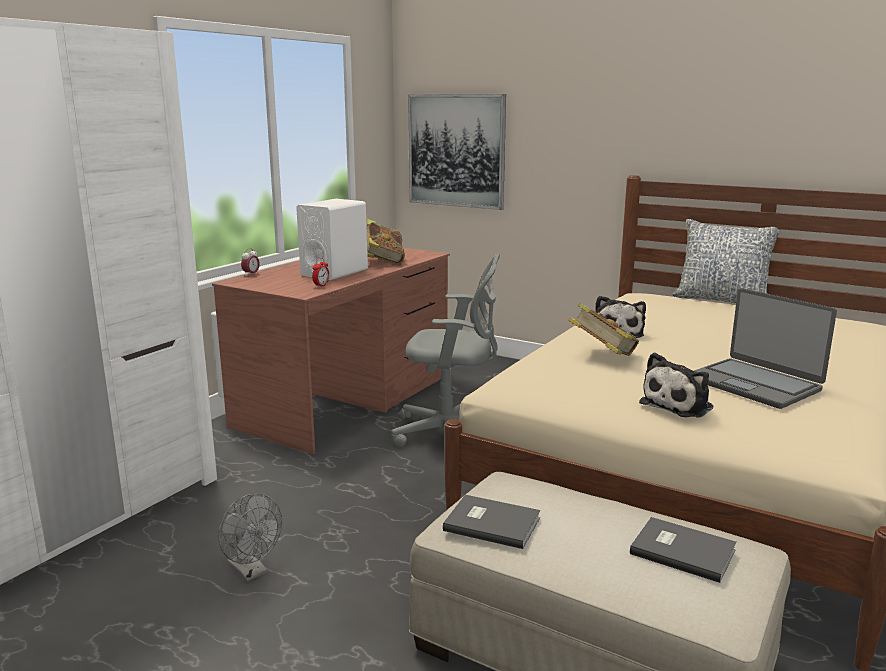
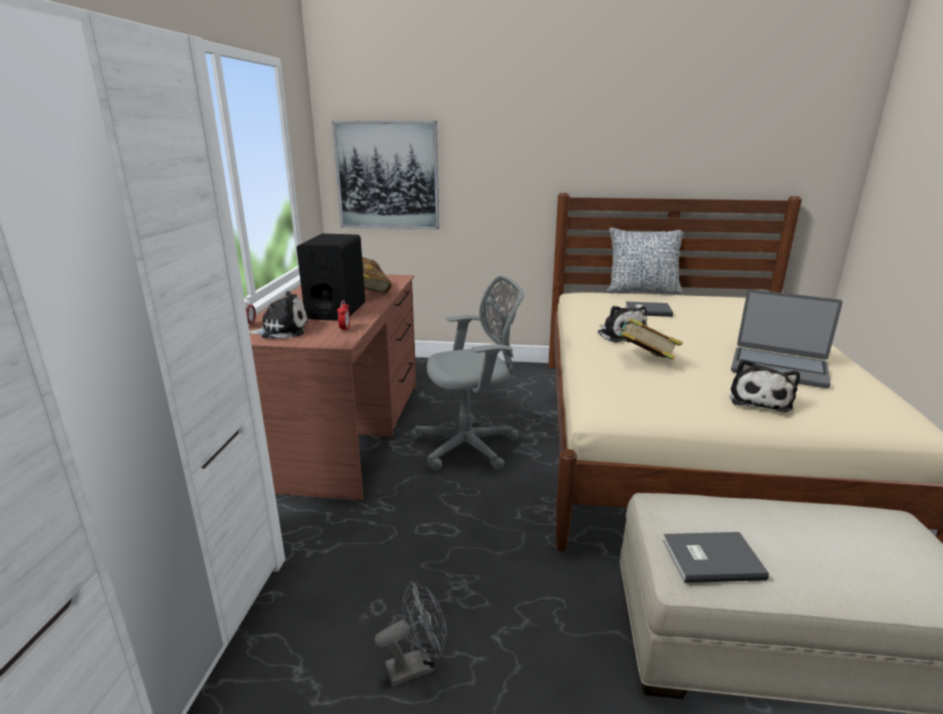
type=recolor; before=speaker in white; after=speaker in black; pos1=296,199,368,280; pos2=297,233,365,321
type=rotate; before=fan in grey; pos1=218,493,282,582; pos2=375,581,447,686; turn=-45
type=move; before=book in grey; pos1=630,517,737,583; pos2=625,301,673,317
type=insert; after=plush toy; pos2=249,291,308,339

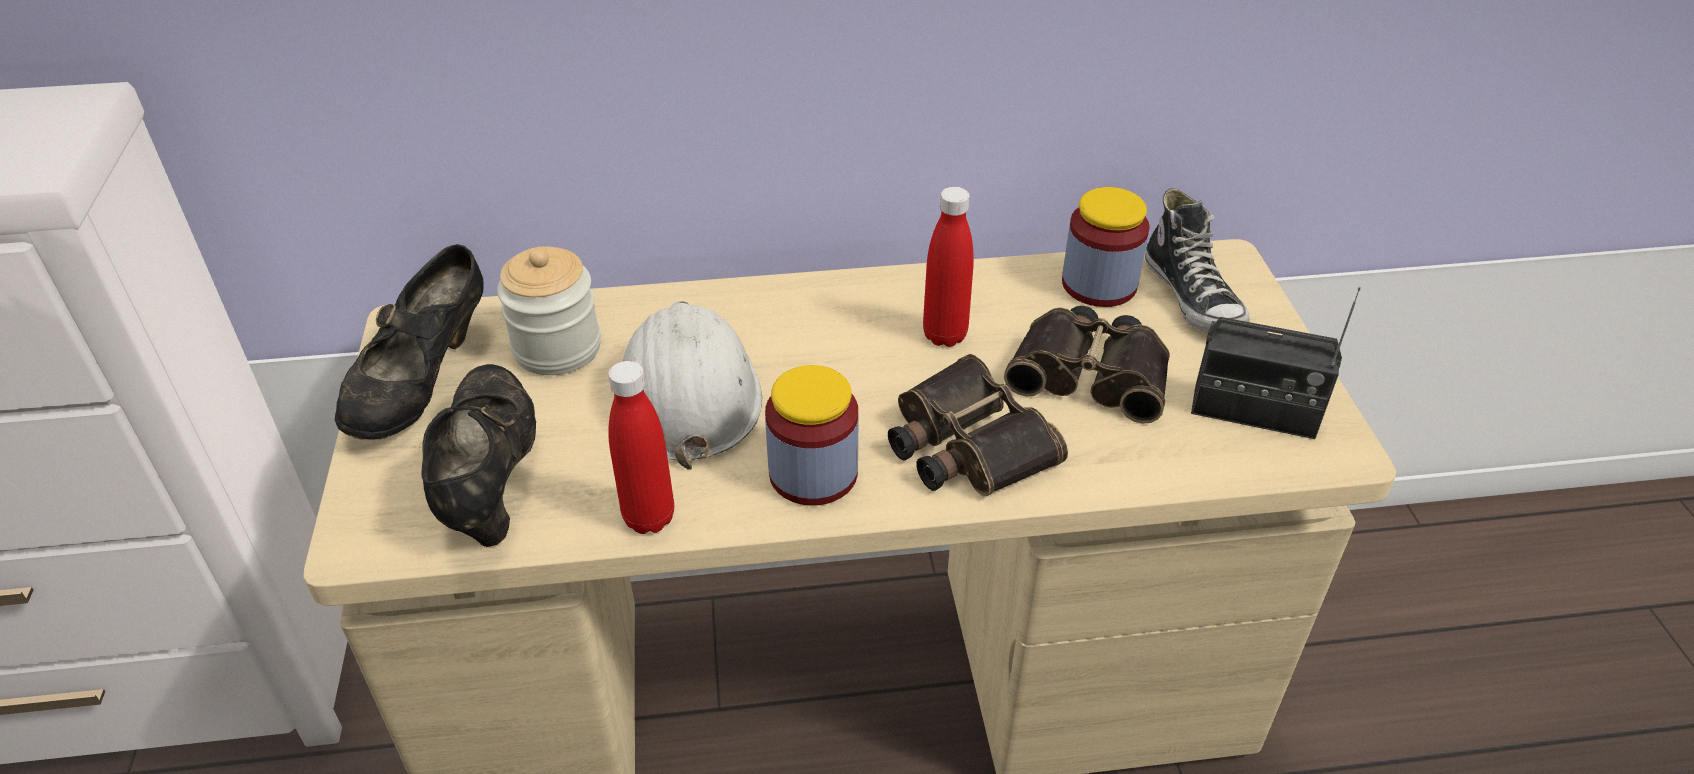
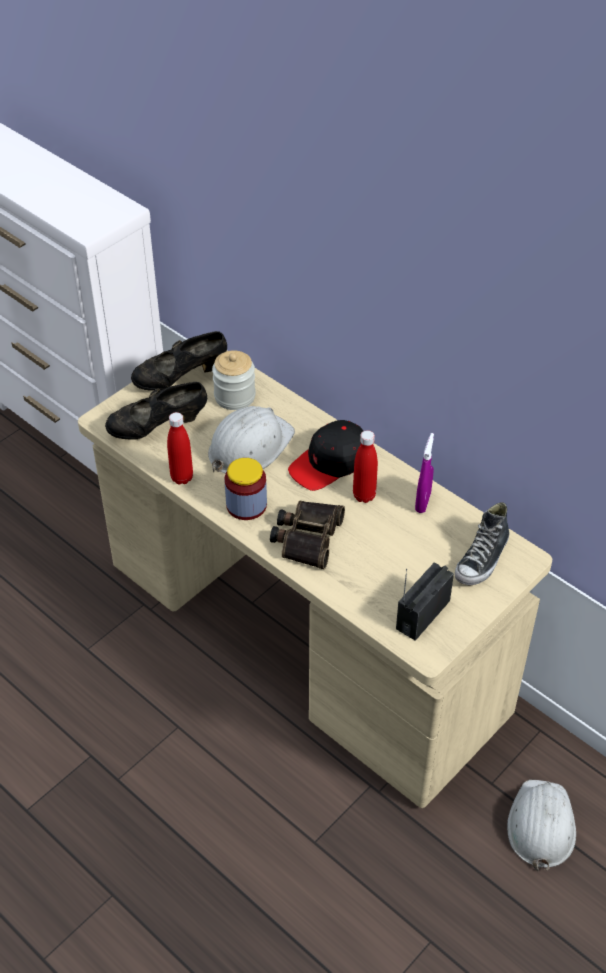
type=delete; before=jar; pos1=1062,187,1150,307
type=rotate; before=radio; pos1=1191,287,1361,439; pos2=396,562,454,641; turn=60
type=delete; before=binoculars; pos1=1004,306,1170,424
type=rotate; before=shoe in black; pos1=421,364,536,547; pos2=105,382,207,440; turn=-150
type=insert; after=cap in black; pos2=288,420,363,491
type=insert; after=spray bottle in purple; pos2=415,433,434,513
type=insert; after=hard hat in white; pos2=507,780,576,871

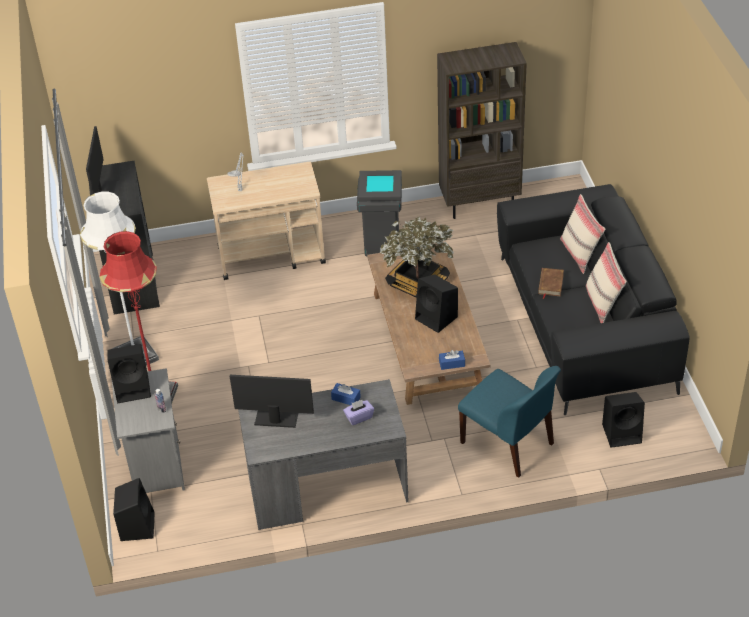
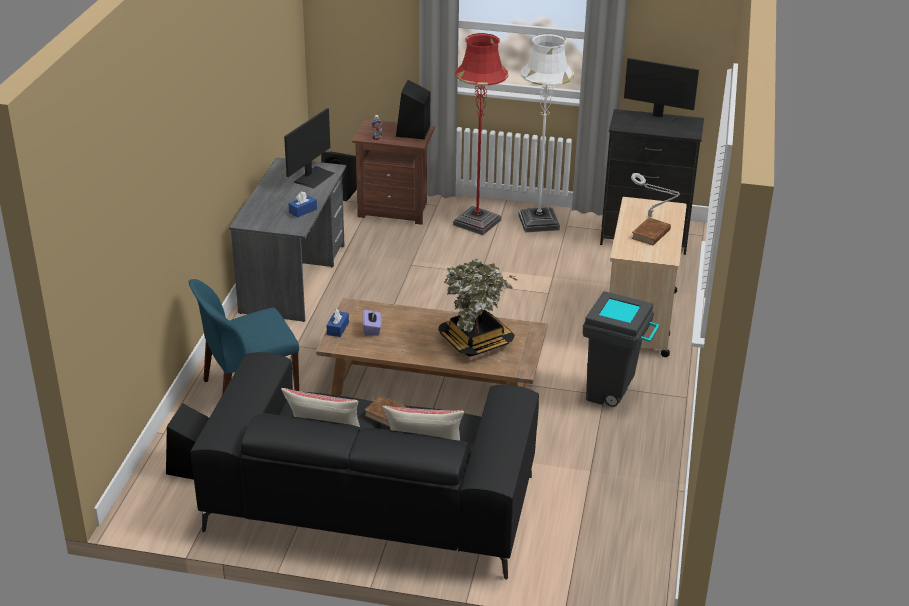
type=delete; before=bookcase in brown; pos1=437,42,527,219
type=delete; before=speaker in black; pos1=415,274,458,333
type=recolor; before=nightstand in grey; after=nightstand in brown; pos1=112,368,185,493; pos2=352,119,435,225
type=move; before=tissue box in purple; pos1=343,399,374,425; pos2=363,309,381,336
type=insert; after=book in brown; pos2=631,217,671,245

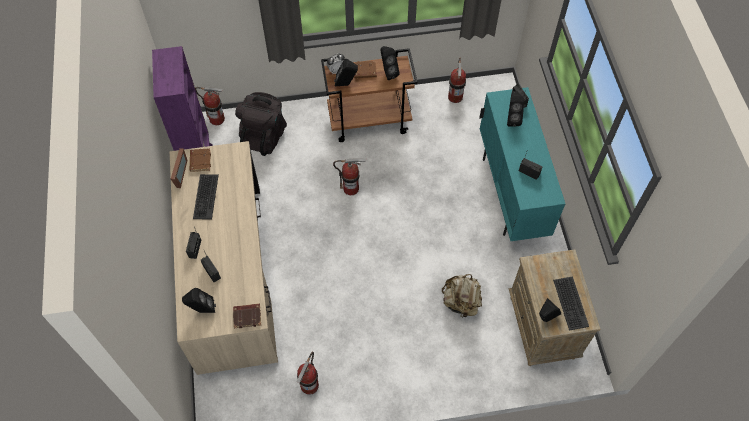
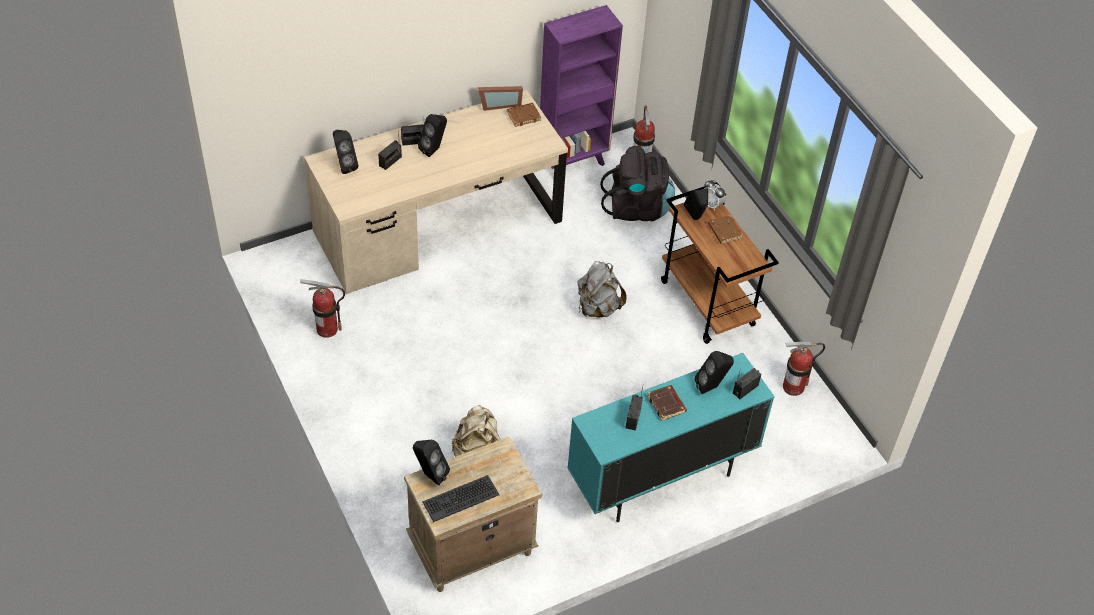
type=move; before=speaker in black; pos1=380,46,400,80; pos2=418,114,447,157
type=replace; before=fire extinguisher; after=backpack in grey; pos1=333,158,366,195; pos2=578,261,627,318
type=delete; before=keyboard; pos1=193,174,219,219
type=move; before=book in brown; pos1=233,304,261,328; pos2=647,385,687,421

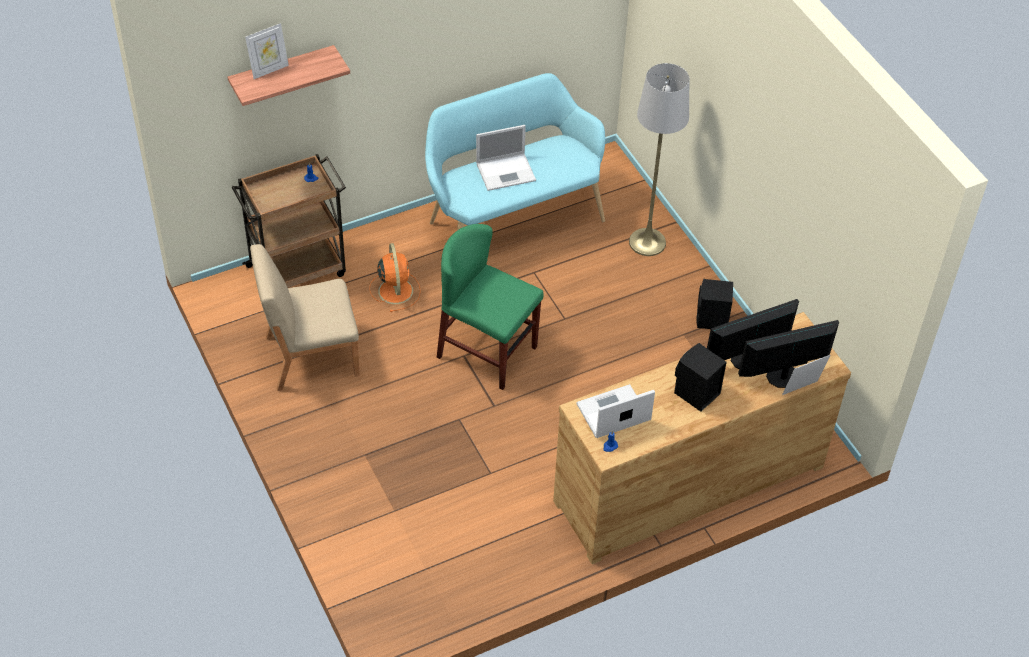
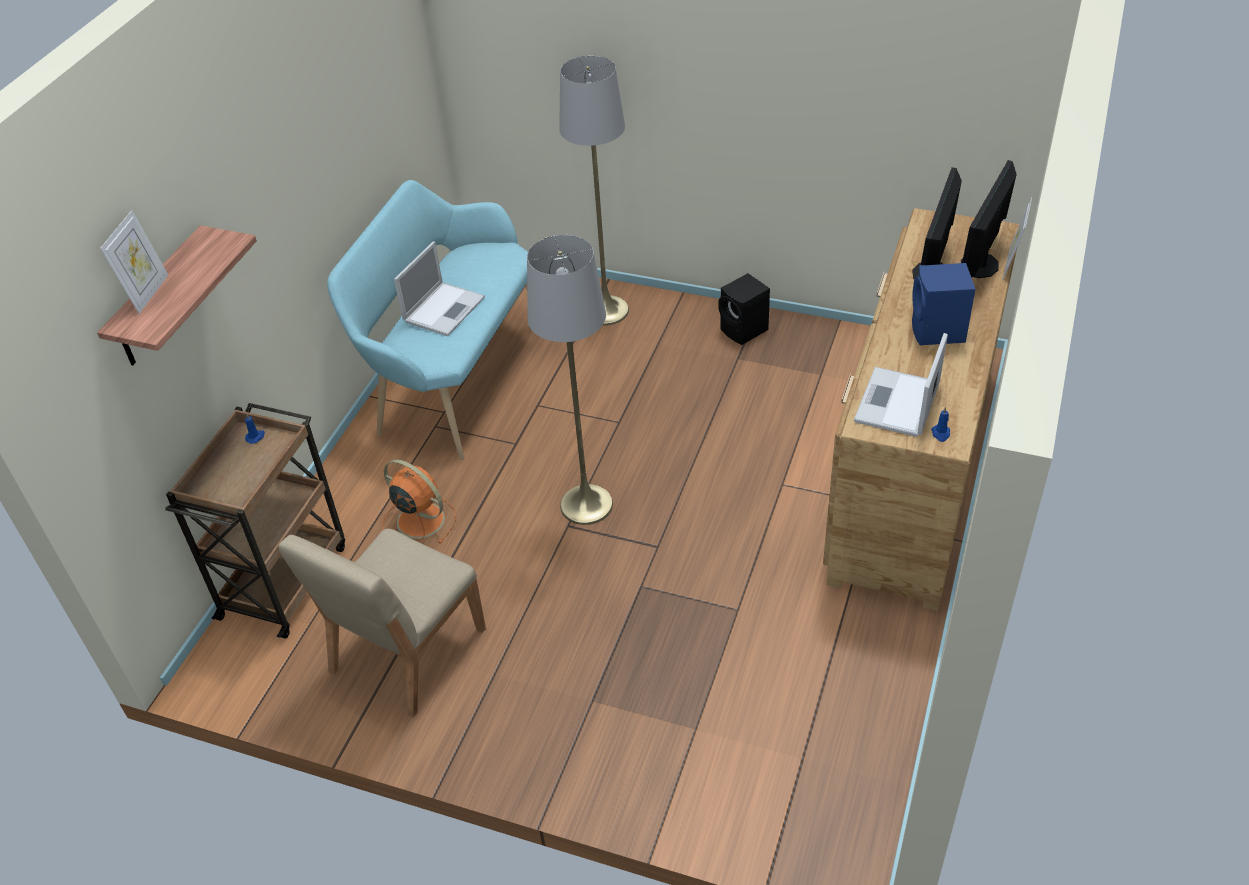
type=replace; before=chair in green; after=floor lamp in grey; pos1=437,224,543,390; pos2=527,235,613,525
type=recolor; before=speaker in black; after=speaker in blue; pos1=674,343,727,412; pos2=912,263,975,345

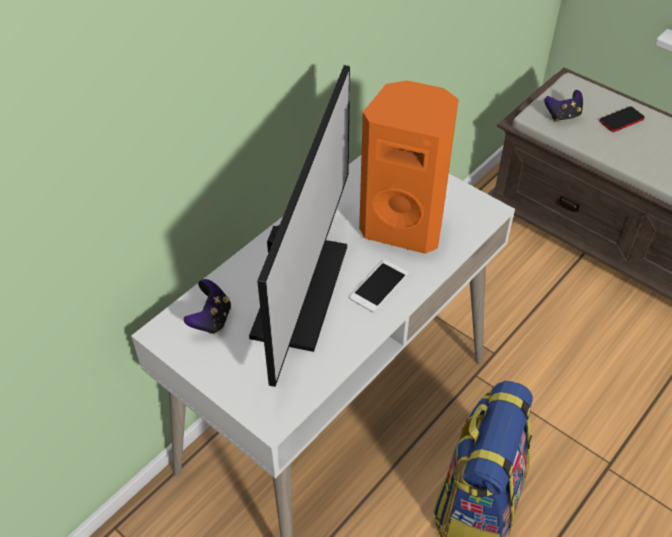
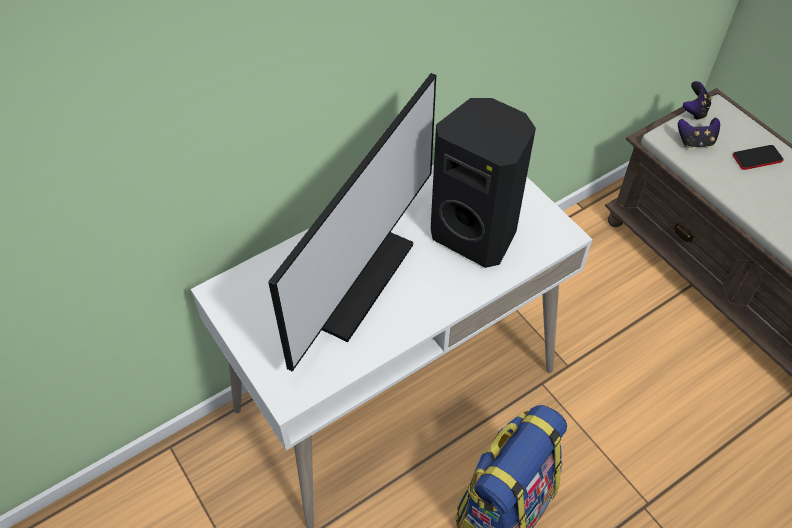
type=recolor; before=speaker in orange; after=speaker in black; pos1=359,81,459,254; pos2=431,98,536,268
type=delete; before=phone; pos1=349,260,409,312
type=move; before=game controller; pos1=184,279,231,334; pos2=683,81,712,121

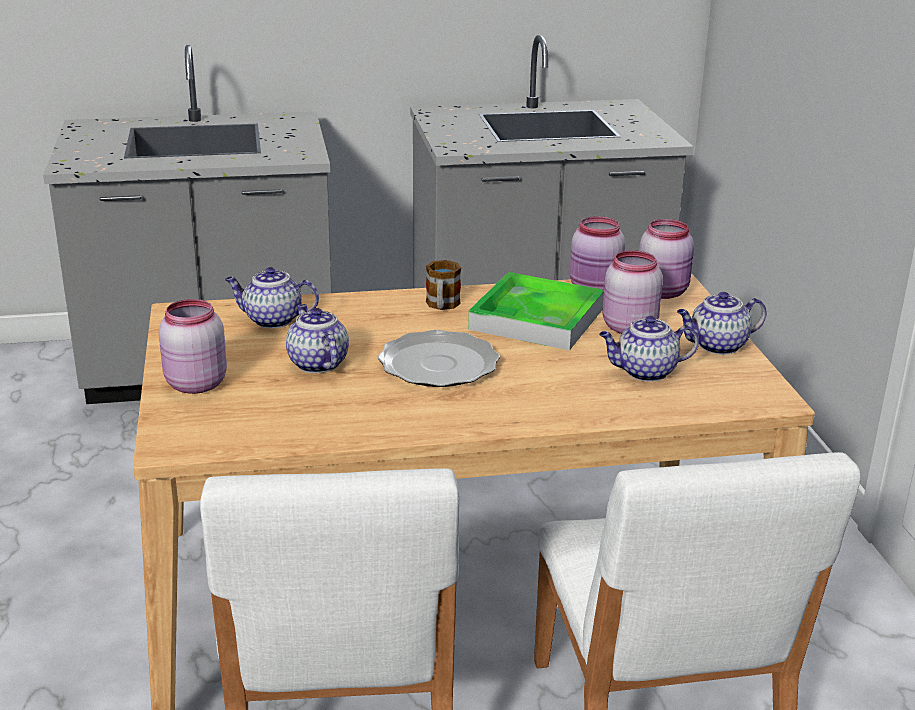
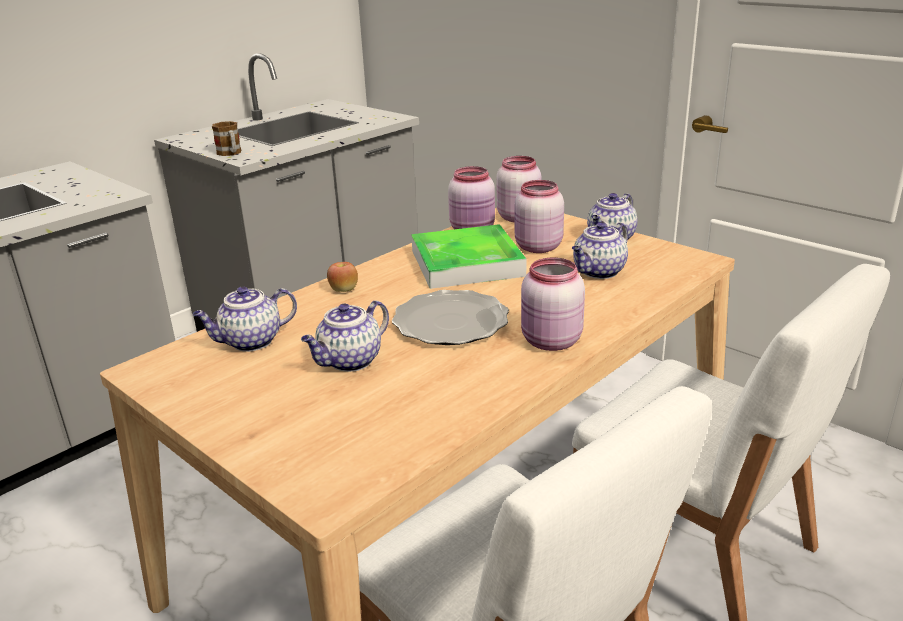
type=move; before=mug; pos1=426,260,461,310; pos2=212,121,242,156
type=move; before=jar in pink; pos1=159,299,227,394; pos2=521,258,585,351
type=rotate; before=teapot; pos1=286,304,349,373; pos2=301,301,389,372; turn=-75
type=insert; after=apple; pos2=327,262,358,292

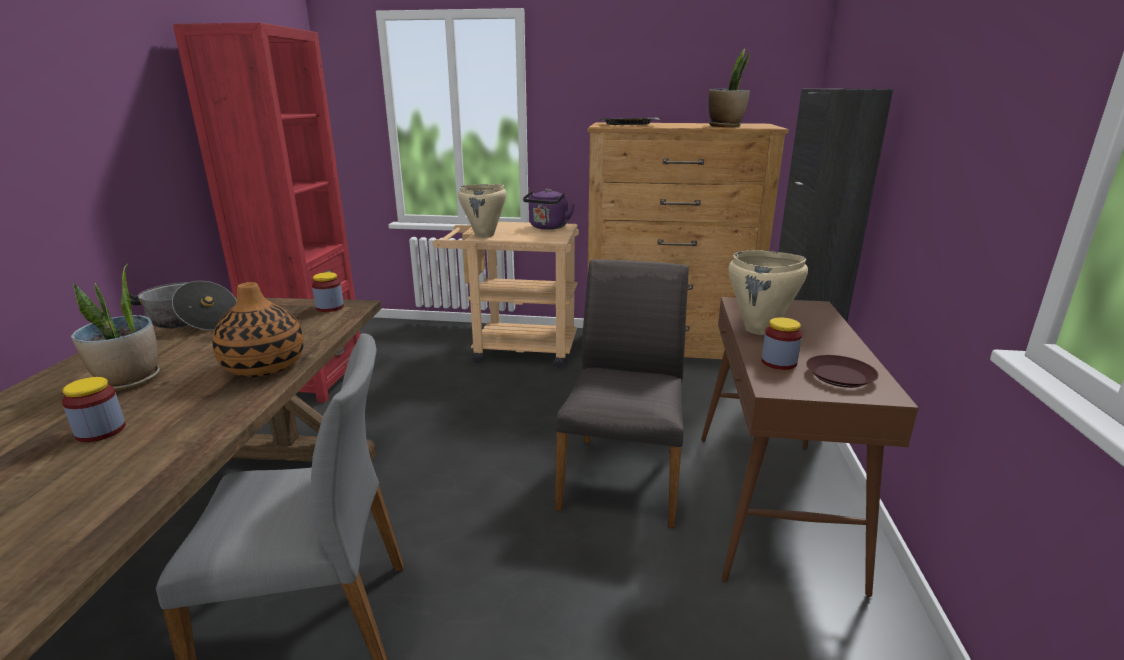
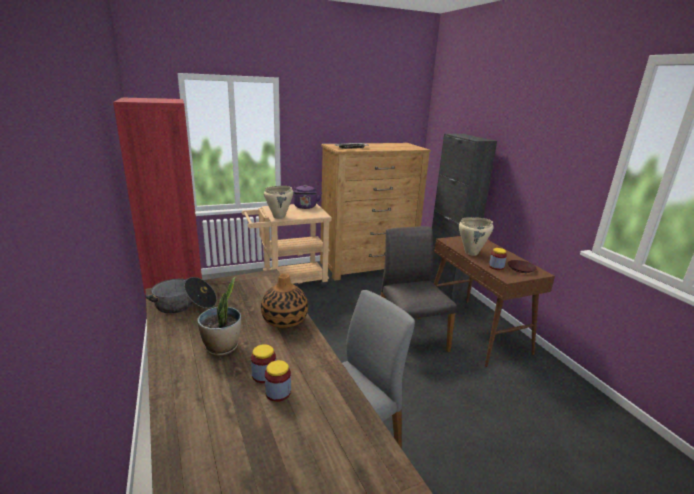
type=delete; before=potted plant; pos1=709,49,750,127
type=move; before=jar; pos1=312,272,344,312; pos2=265,360,291,402

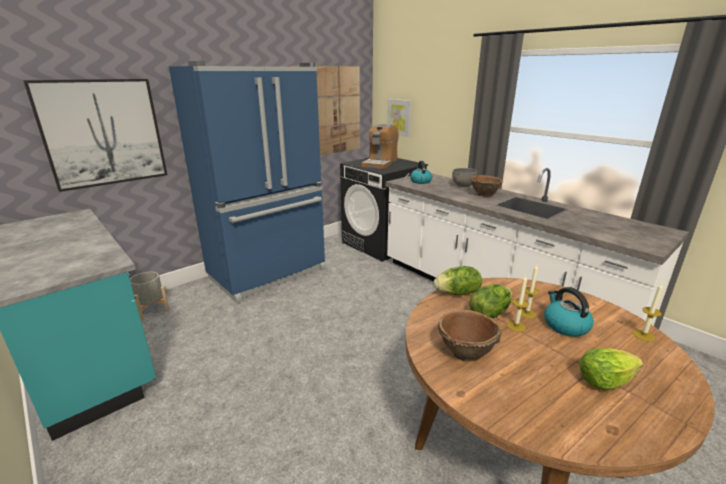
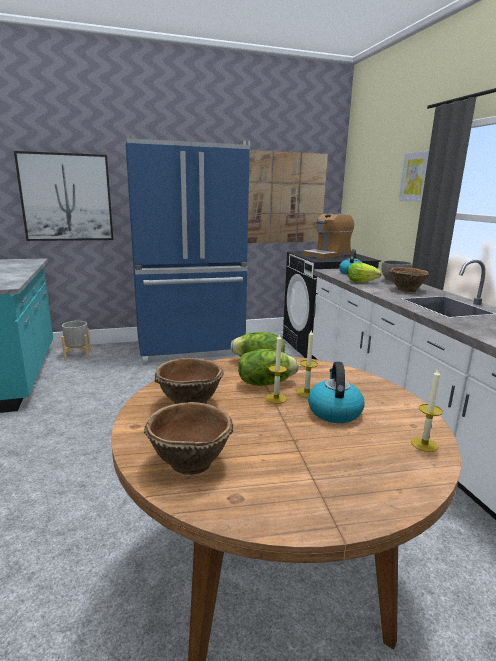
type=move; before=picture; pos1=387,99,411,137; pos2=399,151,429,202
type=move; before=lettuce; pos1=580,348,643,390; pos2=348,262,381,283
type=insert; after=bowl in brown; pos2=144,402,233,475

